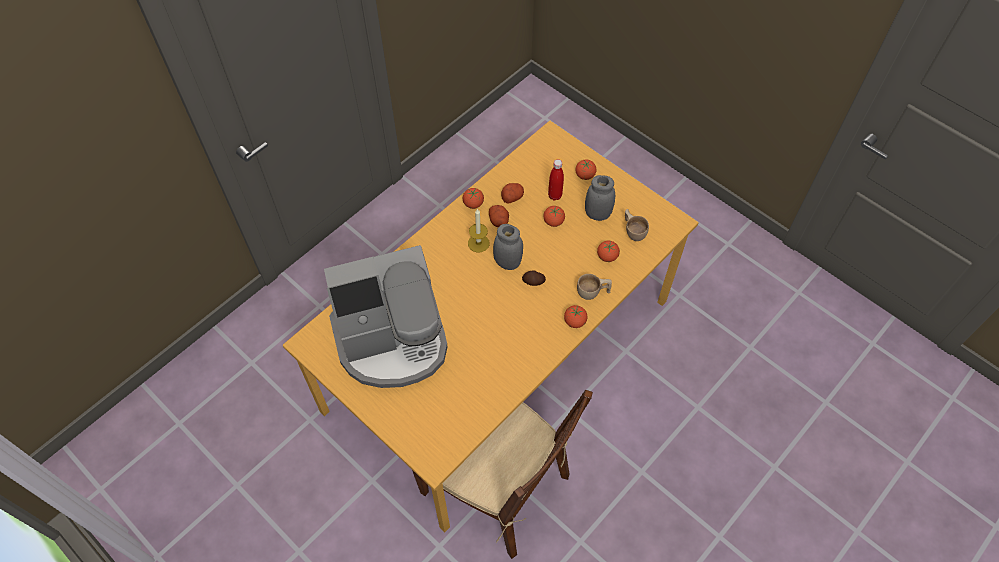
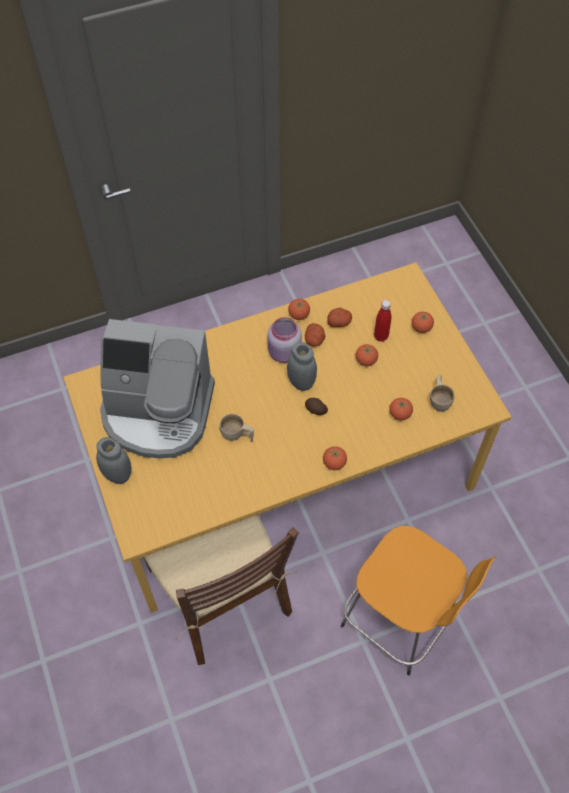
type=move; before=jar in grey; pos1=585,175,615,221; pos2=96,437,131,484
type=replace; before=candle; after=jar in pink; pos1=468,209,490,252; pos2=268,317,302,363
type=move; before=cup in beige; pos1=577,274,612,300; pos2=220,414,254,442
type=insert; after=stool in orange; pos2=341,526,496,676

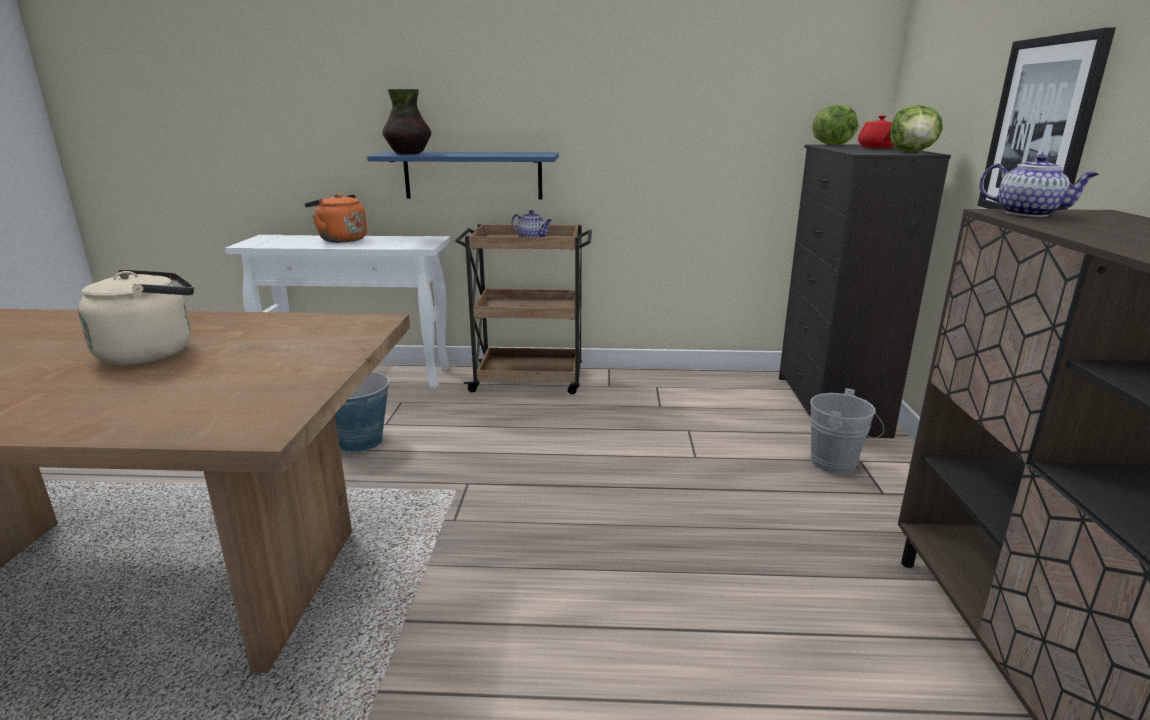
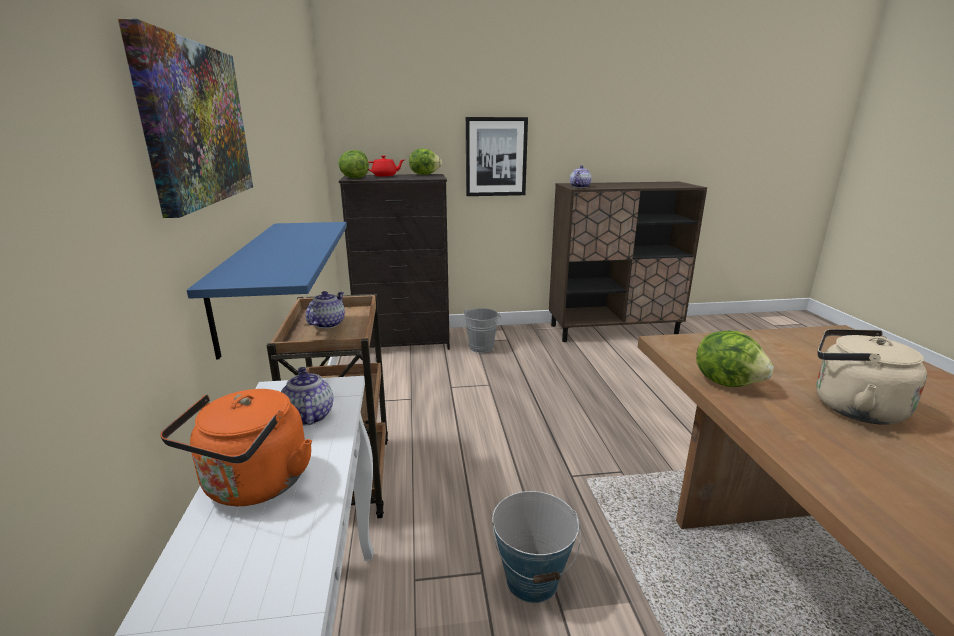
type=delete; before=vase; pos1=382,89,431,154
type=insert; after=picture; pos2=118,18,253,218
type=insert; after=lettuce; pos2=696,330,774,387
type=insert; after=teapot; pos2=281,367,333,426

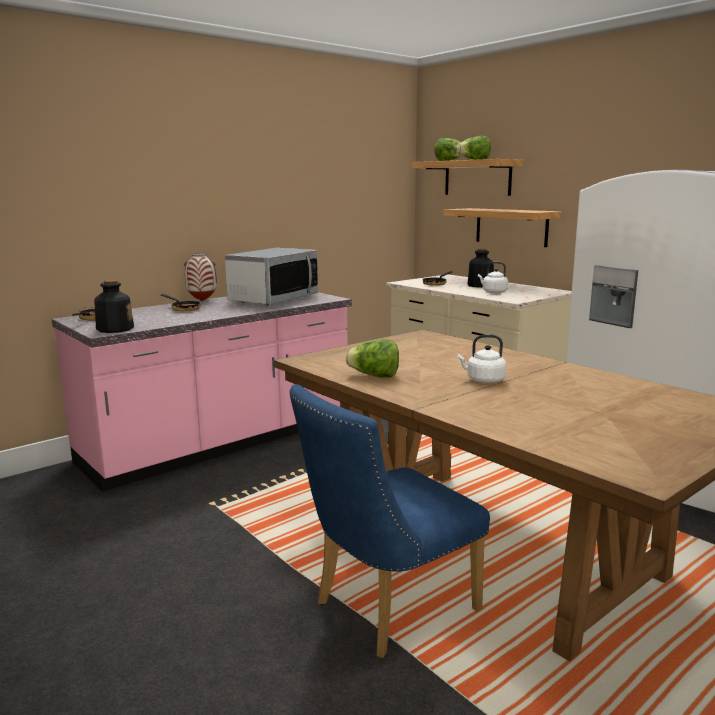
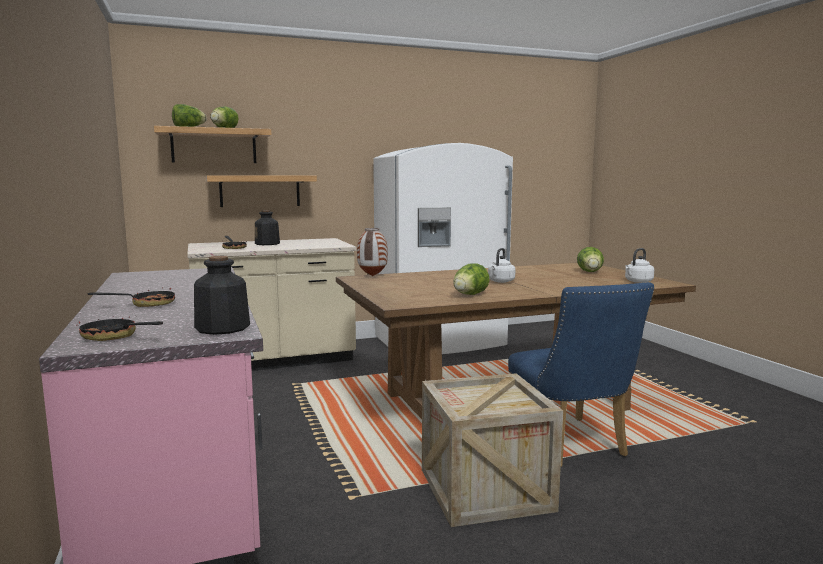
type=delete; before=microwave; pos1=225,248,318,306
type=move; before=vase; pos1=184,253,217,301; pos2=357,228,388,276
type=move; before=kettle in white; pos1=478,261,508,293; pos2=625,248,654,283
type=insert; after=lettuce; pos2=577,247,604,272
type=insert; after=crate; pos2=422,373,563,527

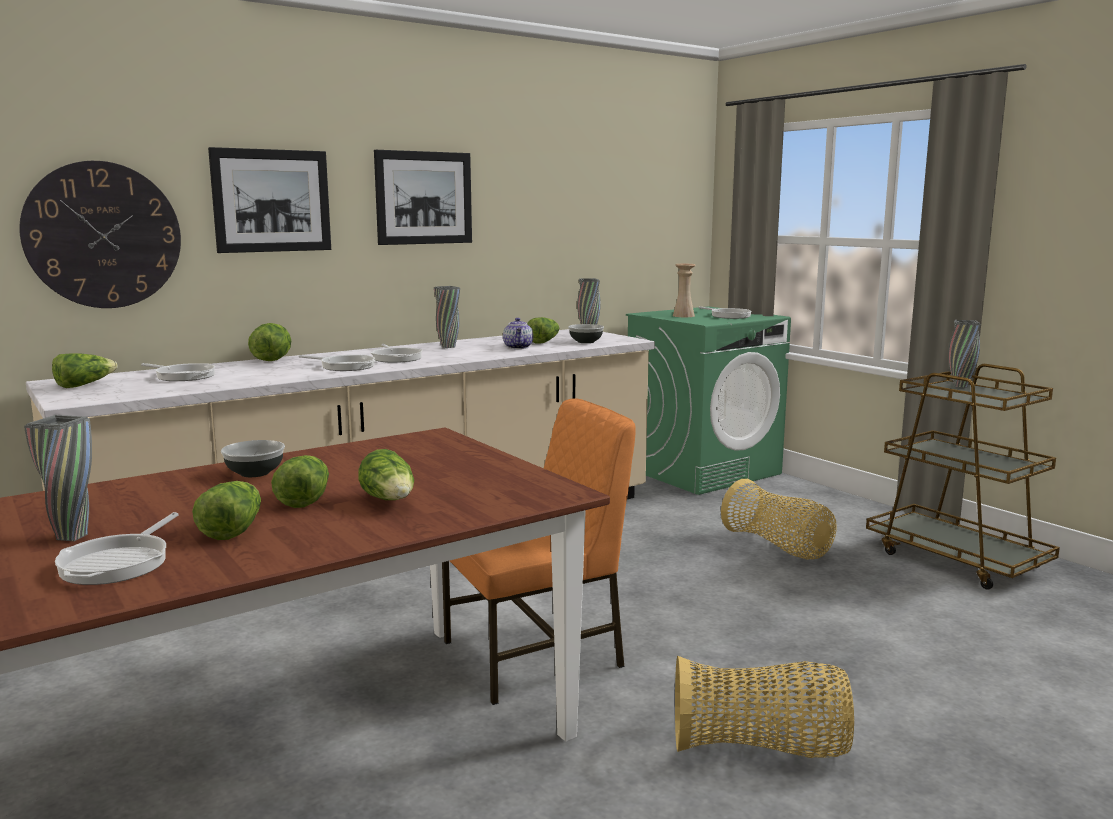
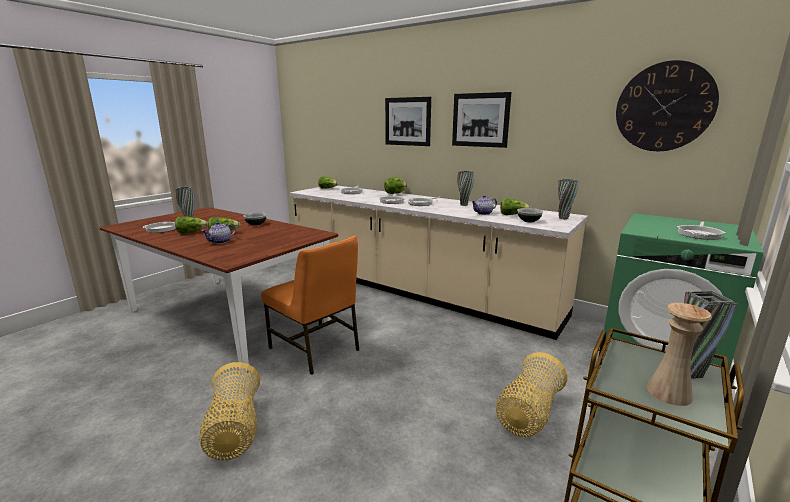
type=move; before=wall clock; pos1=19,161,181,308; pos2=616,60,719,151
type=move; before=vase in beige; pos1=673,264,696,317; pos2=647,303,712,406
type=replace; before=lettuce; after=teapot; pos1=359,449,414,500; pos2=202,222,236,244

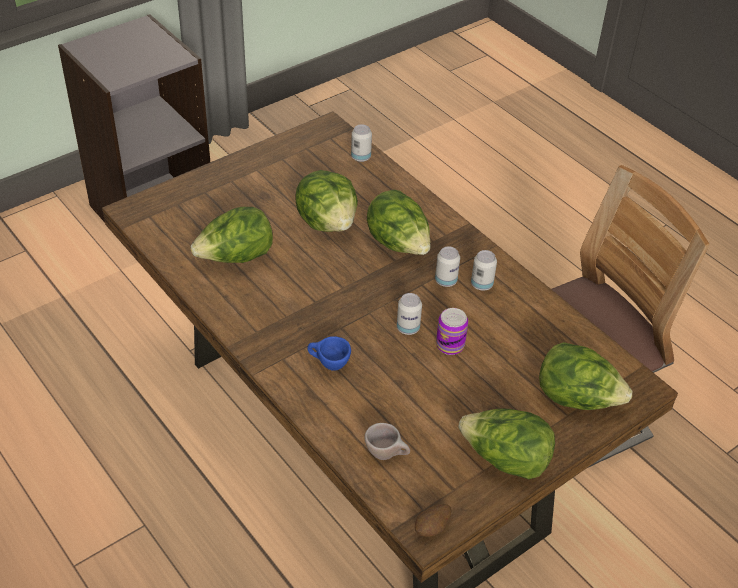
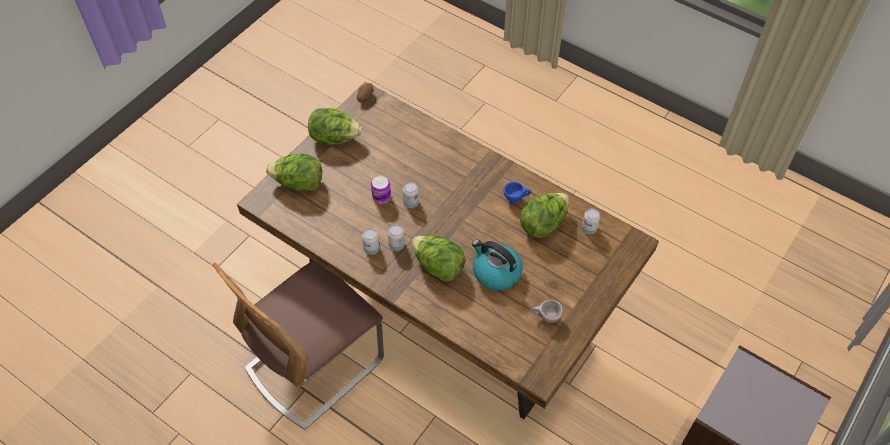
type=move; before=can; pos1=351,125,372,162; pos2=582,208,600,234
type=replace; before=lettuce; after=kettle; pos1=295,170,358,232; pos2=472,239,523,290
type=move; before=cup in blue; pos1=307,336,351,371; pos2=503,182,531,203
type=move; before=cup in beige; pos1=364,423,410,460; pos2=532,300,563,323

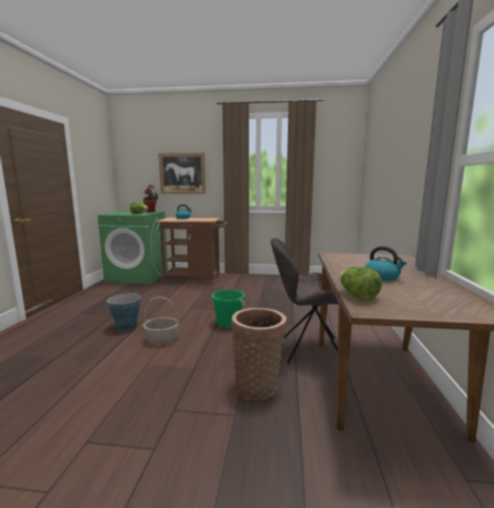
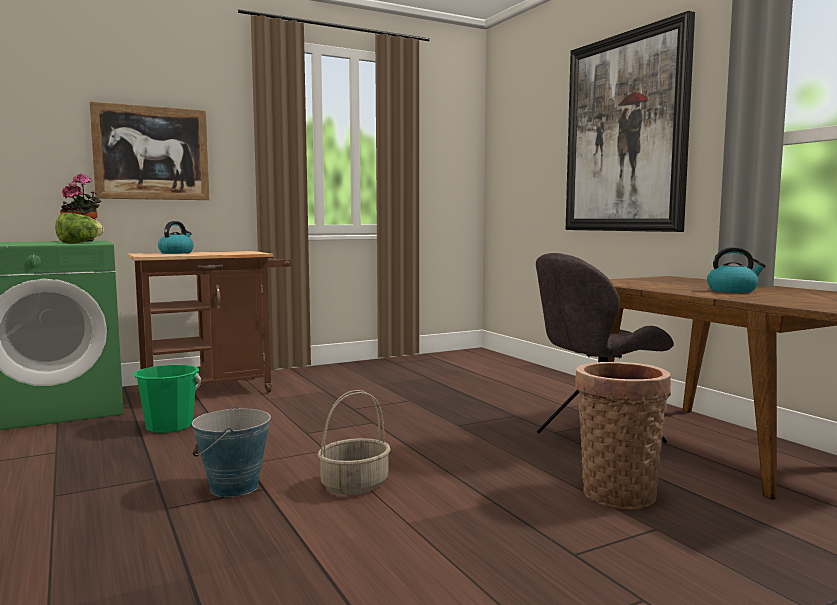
type=delete; before=lettuce; pos1=339,267,382,301
type=move; before=bucket in green; pos1=211,289,245,328; pos2=133,365,201,433
type=insert; after=picture; pos2=566,11,695,232

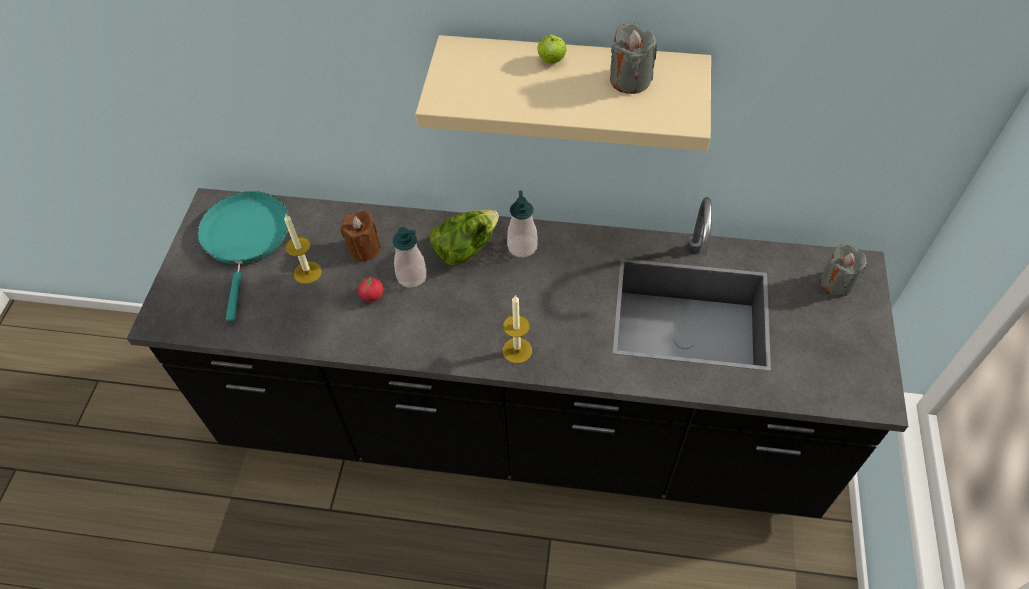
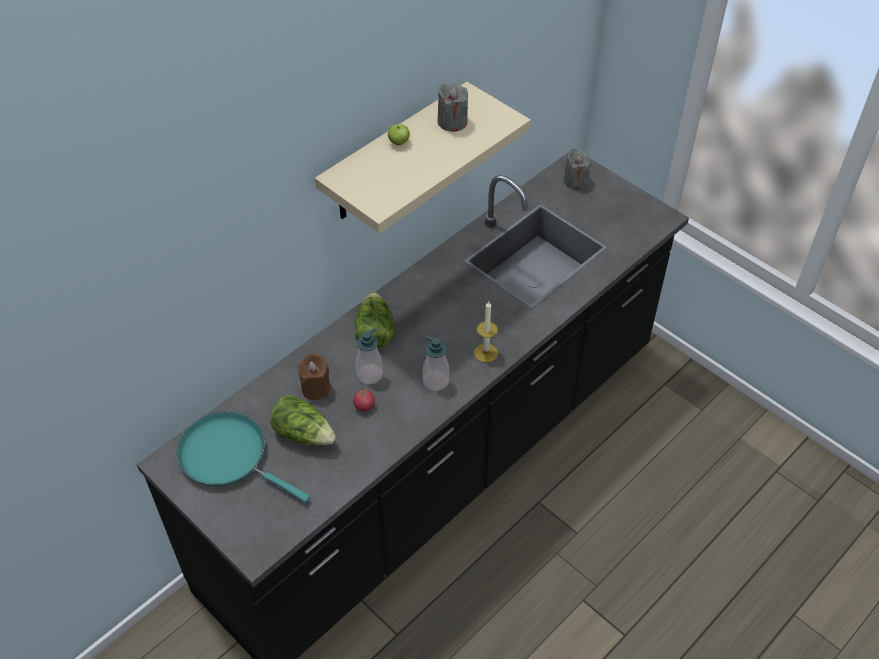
type=move; before=soap dispenser; pos1=507,190,538,257; pos2=423,336,450,391
type=replace; before=candle; after=lettuce; pos1=284,213,322,284; pos2=270,395,336,445

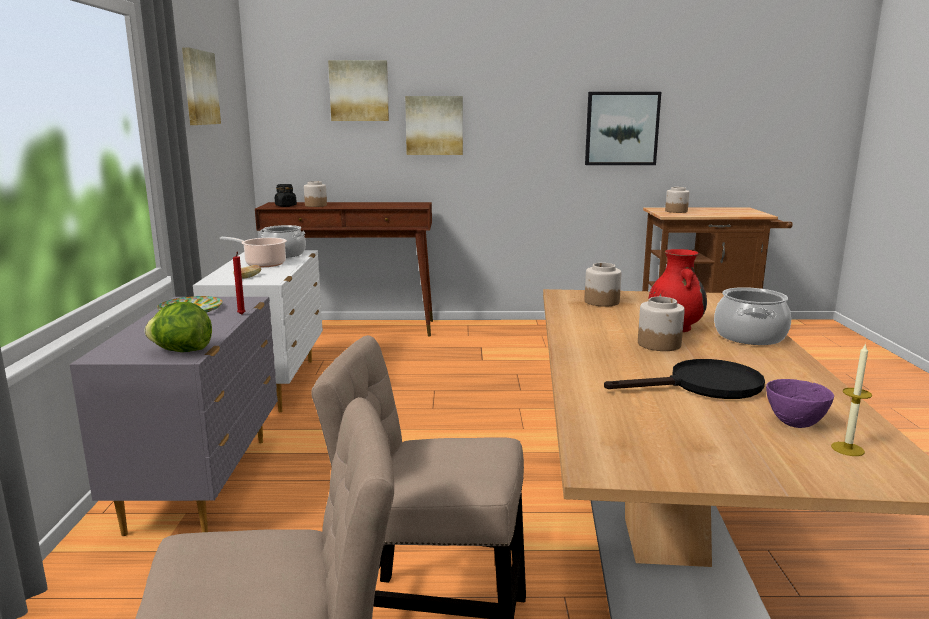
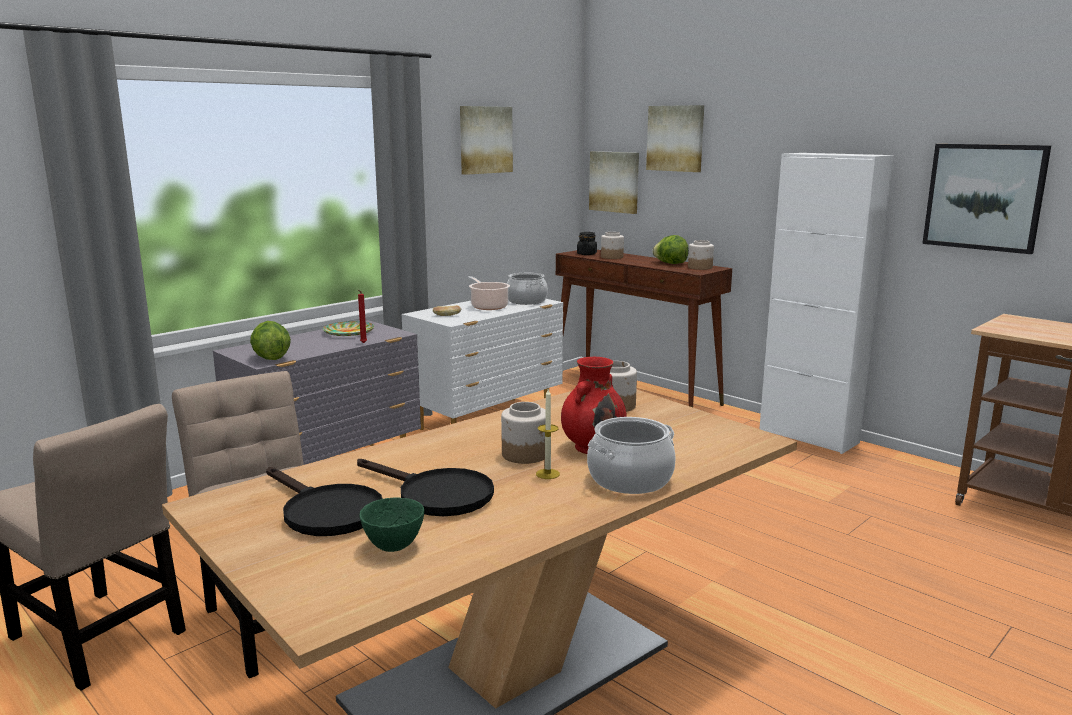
type=move; before=picture; pos1=405,96,463,155; pos2=589,151,639,214
type=move; before=jar; pos1=665,187,689,213; pos2=688,240,714,270
type=move; before=candle; pos1=831,343,872,456; pos2=536,389,560,479
type=recolor; before=bowl in purple; after=bowl in green; pos1=766,379,834,428; pos2=359,498,425,552
type=insert; after=cabinet in white; pos2=760,153,894,454
type=insert; after=lettuce; pos2=652,235,689,264
type=insert; after=frying pan in black; pos2=266,467,383,536

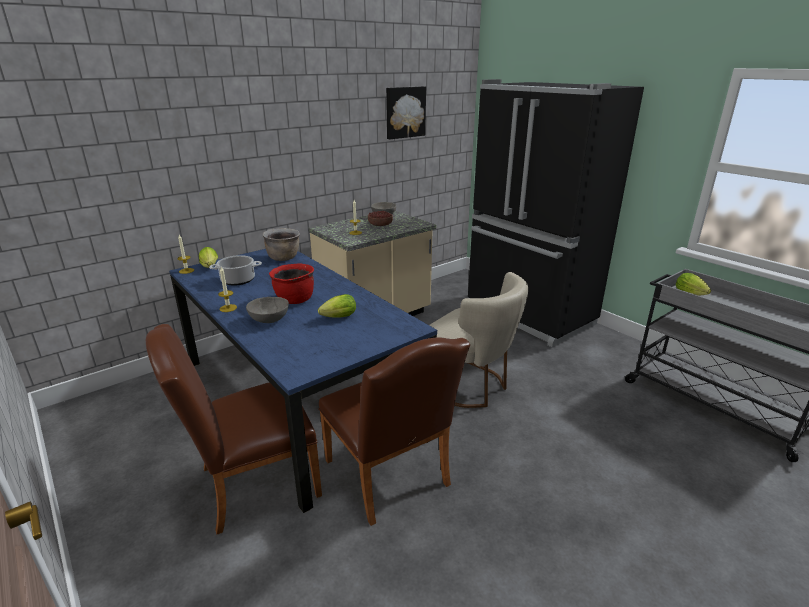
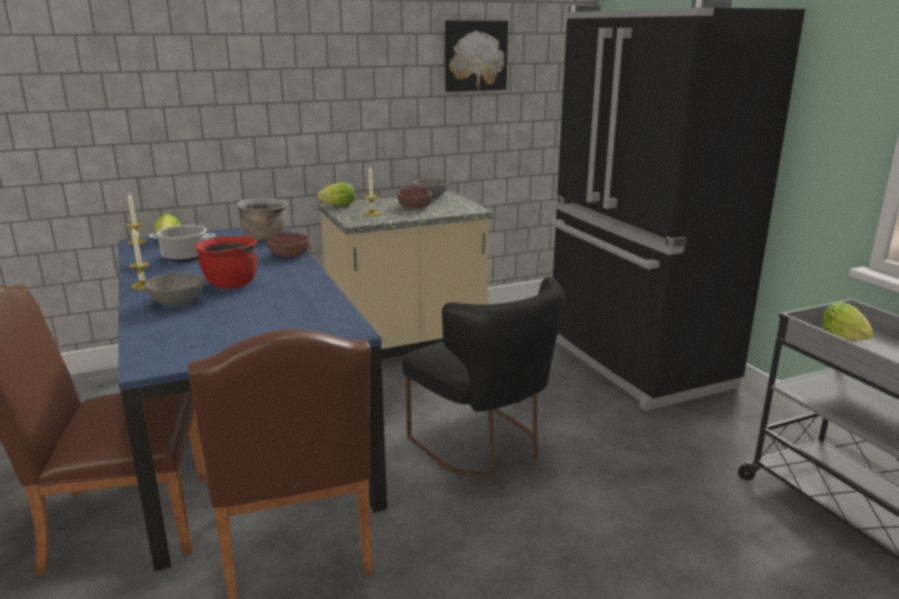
type=recolor; before=chair in beige; after=chair in black; pos1=429,272,528,408; pos2=402,277,565,478
type=move; before=lettuce; pos1=318,294,356,318; pos2=317,183,355,206
type=insert; after=bowl; pos2=267,232,310,257

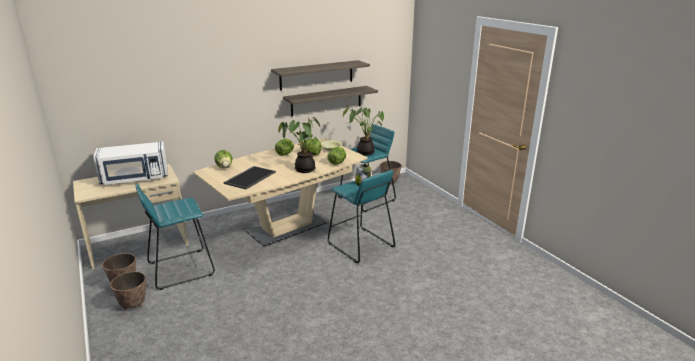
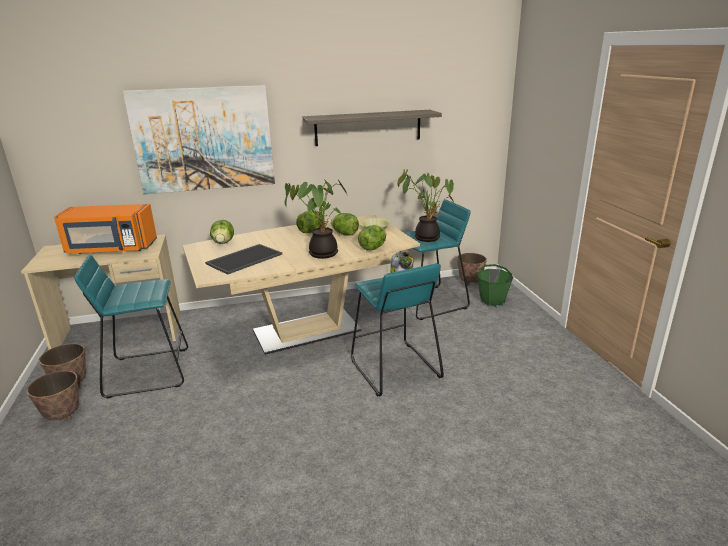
type=delete; before=shelf; pos1=283,86,378,116
type=recolor; before=microwave in white; after=microwave in orange; pos1=93,142,168,185; pos2=54,204,157,254
type=insert; after=picture; pos2=123,85,275,194
type=insert; after=bucket in green; pos2=477,264,513,307

